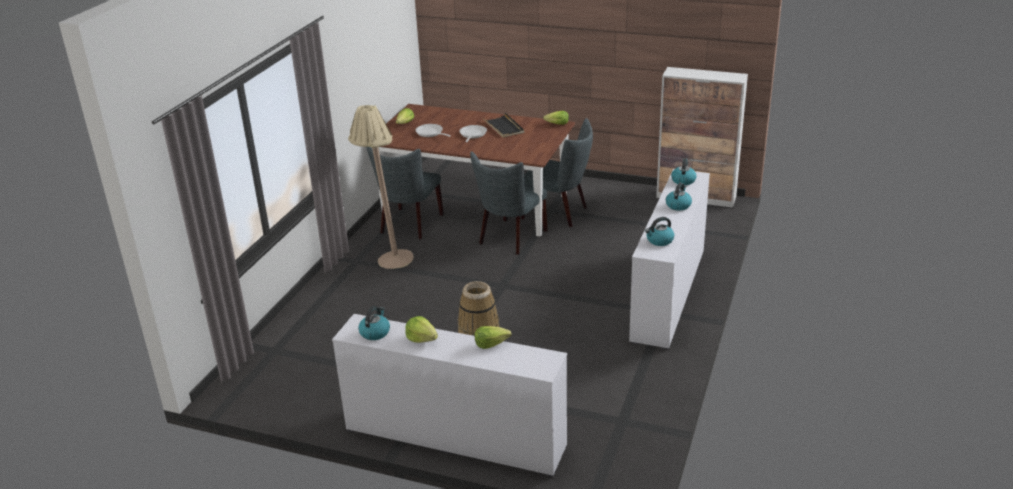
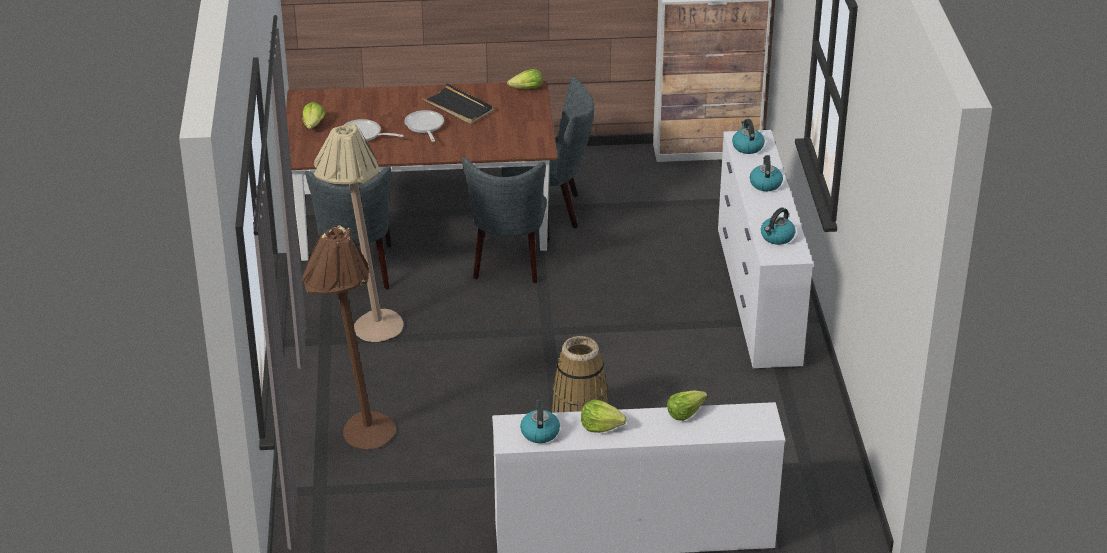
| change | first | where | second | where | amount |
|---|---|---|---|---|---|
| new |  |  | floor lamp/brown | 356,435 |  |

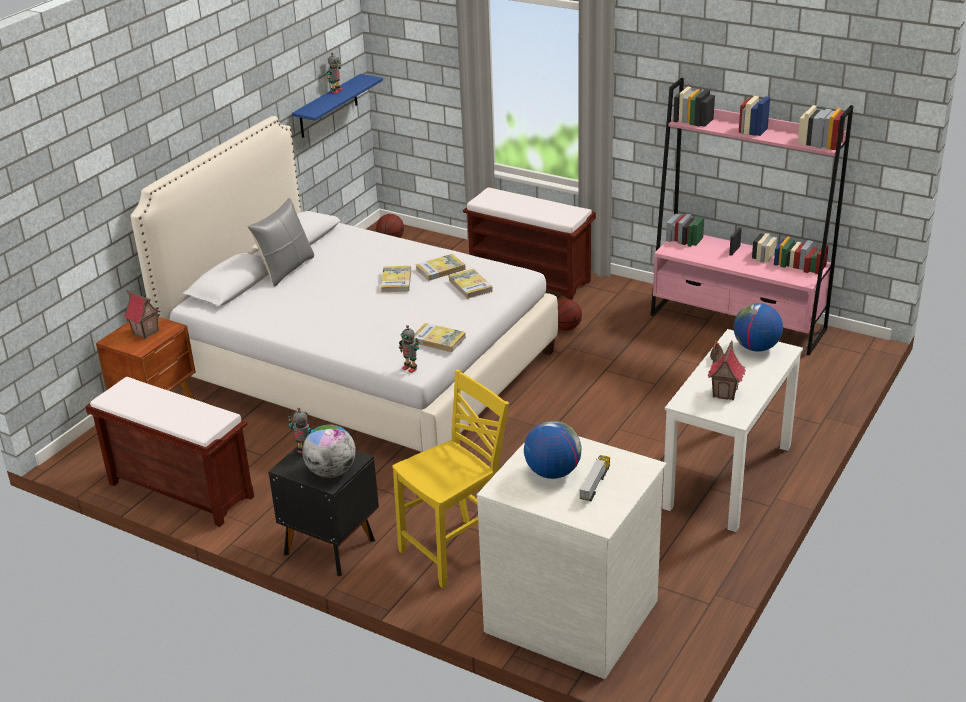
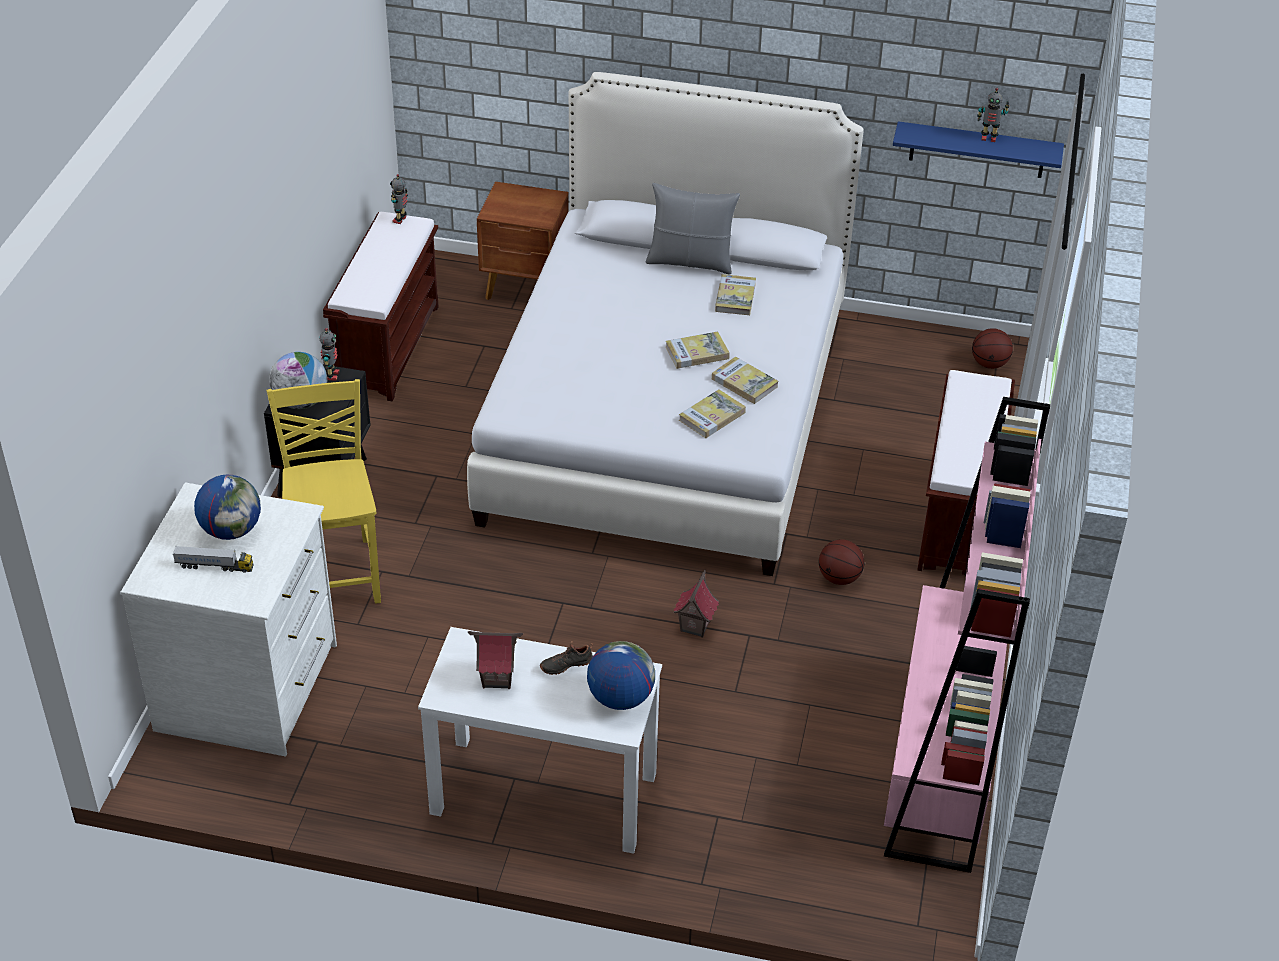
| change | first | where | second | where | amount |
|---|---|---|---|---|---|
| shifted | toy house | 145,332 |  | 694,626 |  |
| rotated | chair/yellow | 456,551 |  | 336,573 | 135 degrees counterclockwise |
| shifted | toy robot | 410,368 |  | 400,220 |  |
| shifted | book | 438,340 |  | 735,297 |  |

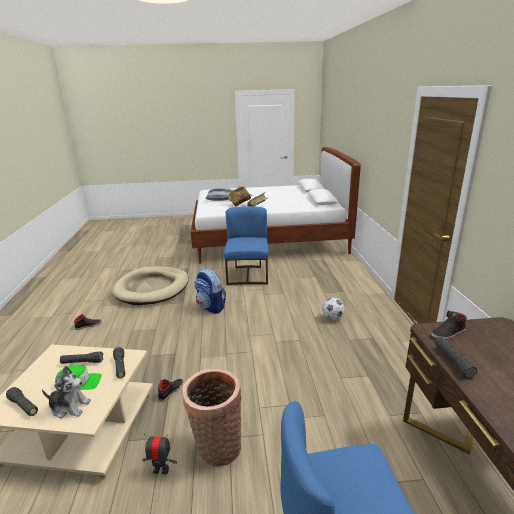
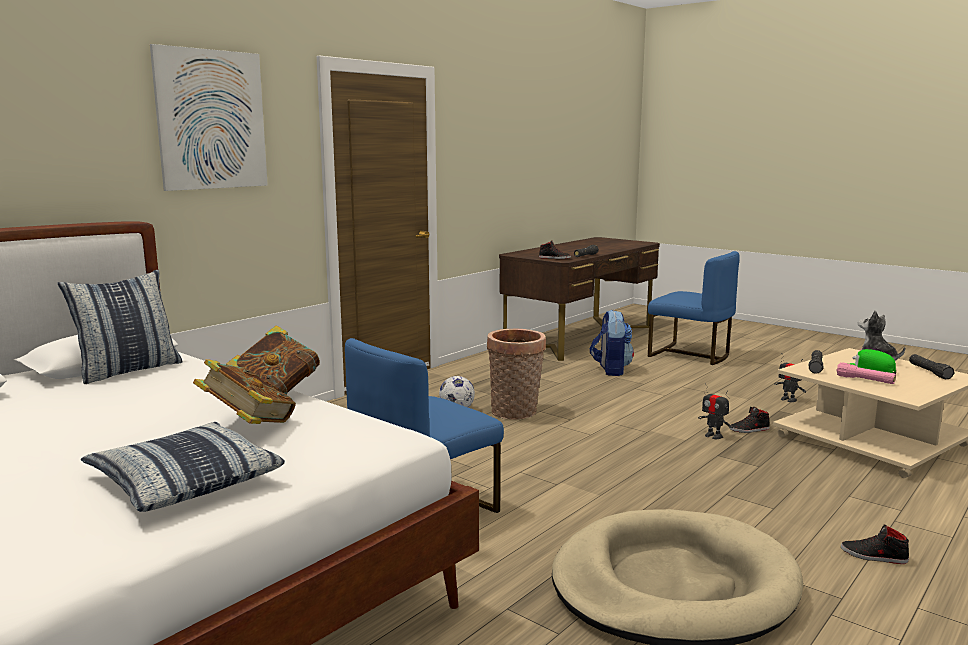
| change | first | where | second | where | amount |
|---|---|---|---|---|---|
| repainted | flashlight/black | 82,362 | flashlight/pink | 865,380 |  |
| shifted | basket | 216,447 |  | 515,413 |  |
| shifted | backpack | 211,307 |  | 611,370 |  |
| new |  |  | pillow | 128,370 |  |
| new |  |  | picture | 211,120 |  |
| new |  |  | toy robot | 713,436 |  |

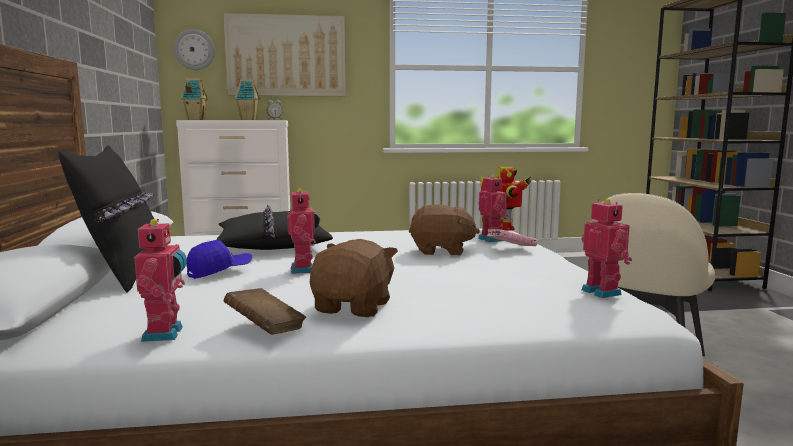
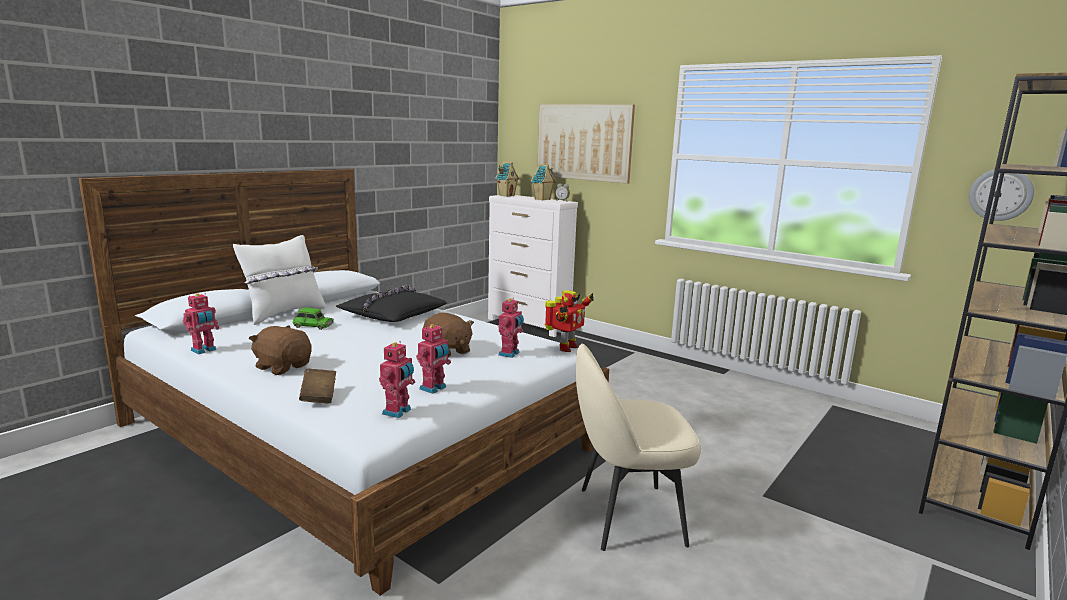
| change | first | where | second | where | amount |
|---|---|---|---|---|---|
| repainted | pillow/black | 125,274 | pillow/white | 284,314 |  |
| shifted | wall clock | 194,50 |  | 1000,194 |  |
| swapped | cap/blue | 219,272 | toy car/green | 313,325 |  |
| shifted | book/brown | 266,328 |  | 319,396 |  |
| shifted | toy robot | 304,269 |  | 434,388 |  |
| rotated | plush toy/brown | 354,307 |  | 283,367 | 120 degrees counterclockwise |
| gone | book/pink | 511,249 |  |  |  |

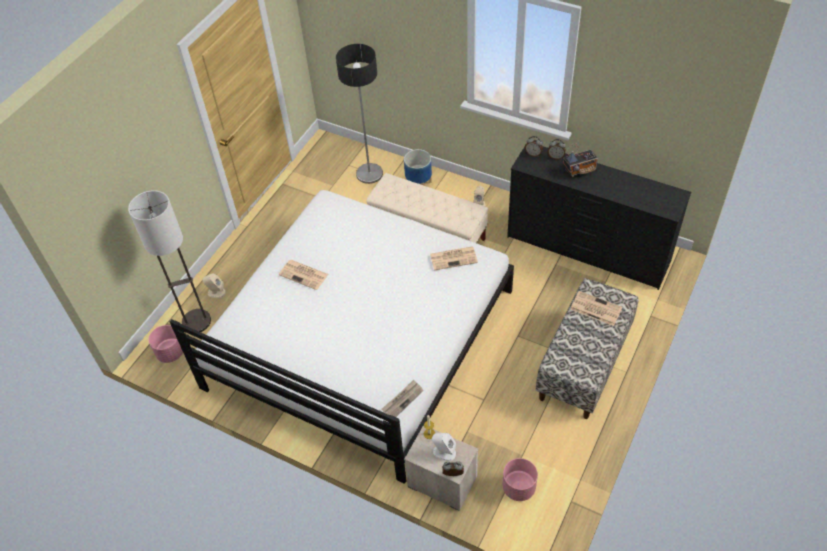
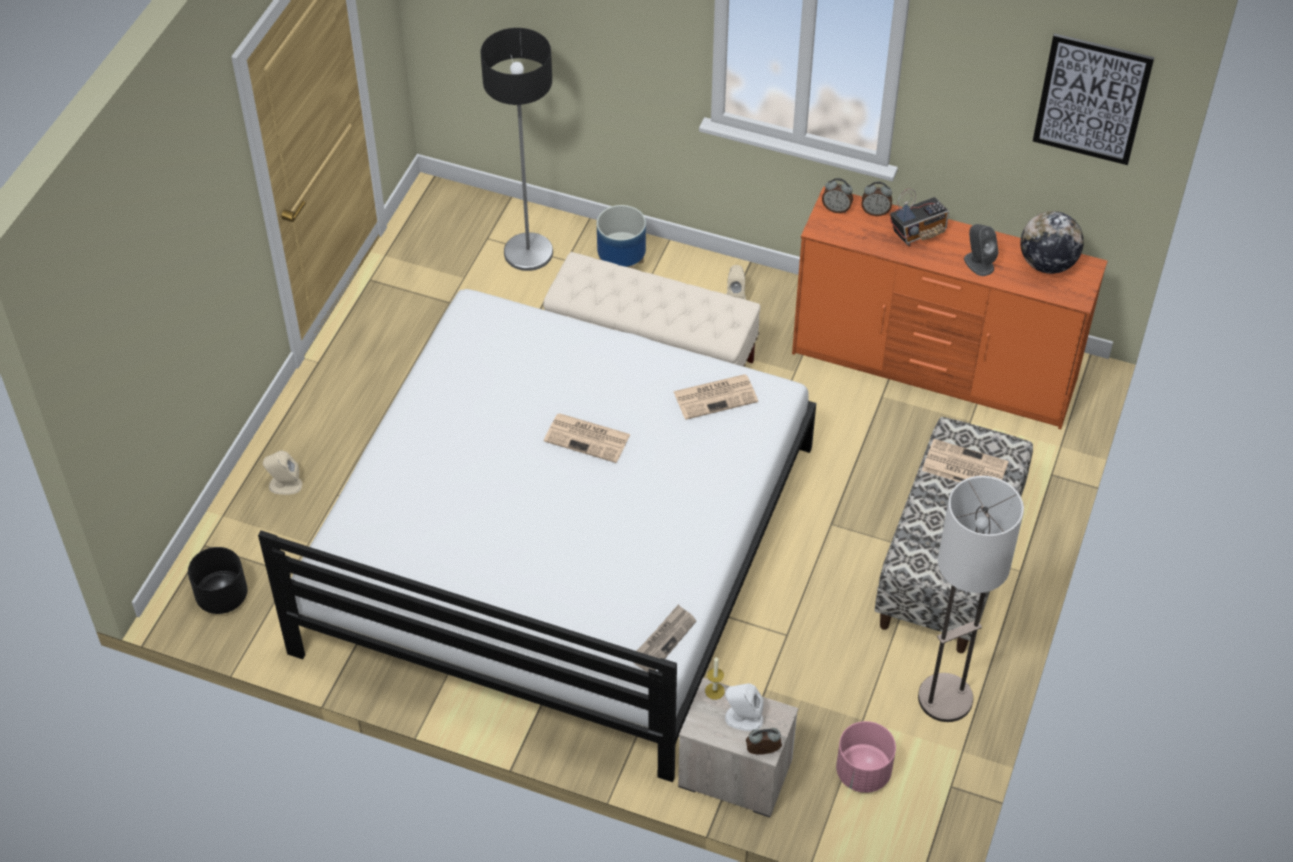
| change | first | where | second | where | amount |
|---|---|---|---|---|---|
| shifted | floor lamp | 196,322 |  | 945,699 |  |
| repainted | planter/pink | 170,353 | planter/black | 222,597 |  |
| shifted | newspaper | 304,275 |  | 588,438 |  |
| repainted | dresser/black | 588,250 | dresser/orange | 934,368 |  |
| new |  |  | speaker/grey | 978,263 |  |
| new |  |  | globe | 1047,264 |  |
| new |  |  | picture | 1092,99 |  |

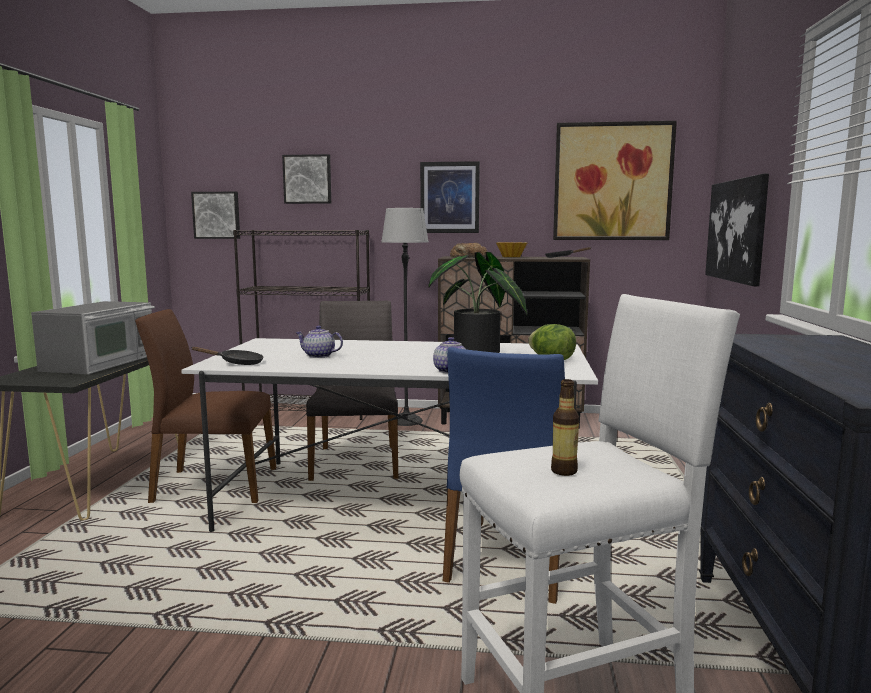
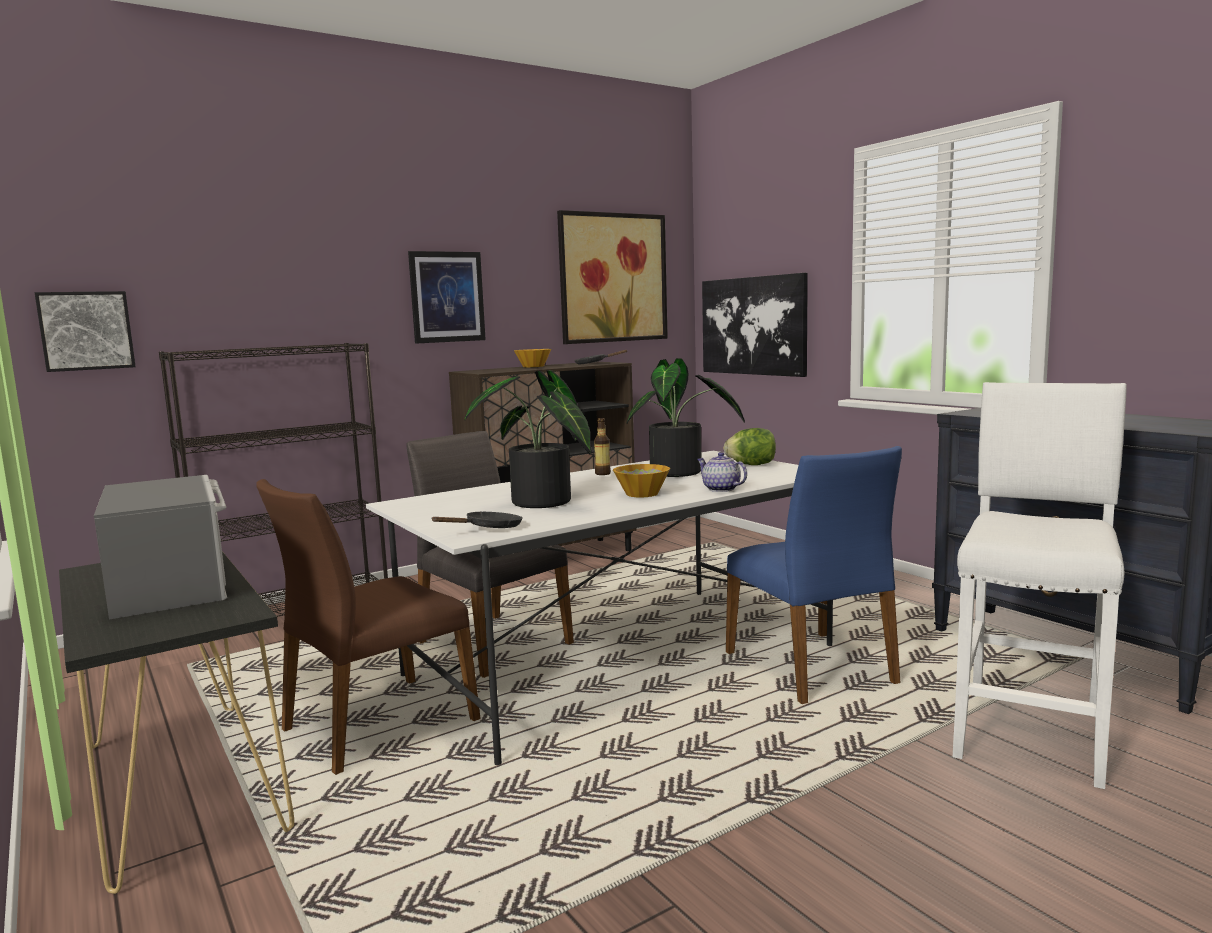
| change | first | where | second | where | amount |
|---|---|---|---|---|---|
| gone | picture | 307,179 |  |  |  |
| swapped | teapot | 318,356 | potted plant | 542,504 |  |
| gone | floor lamp | 406,421 |  |  |  |
| gone | bread | 468,257 |  |  |  |
| shifted | bottle | 564,471 |  | 602,473 |  |
| new |  |  | bowl | 642,494 |  |

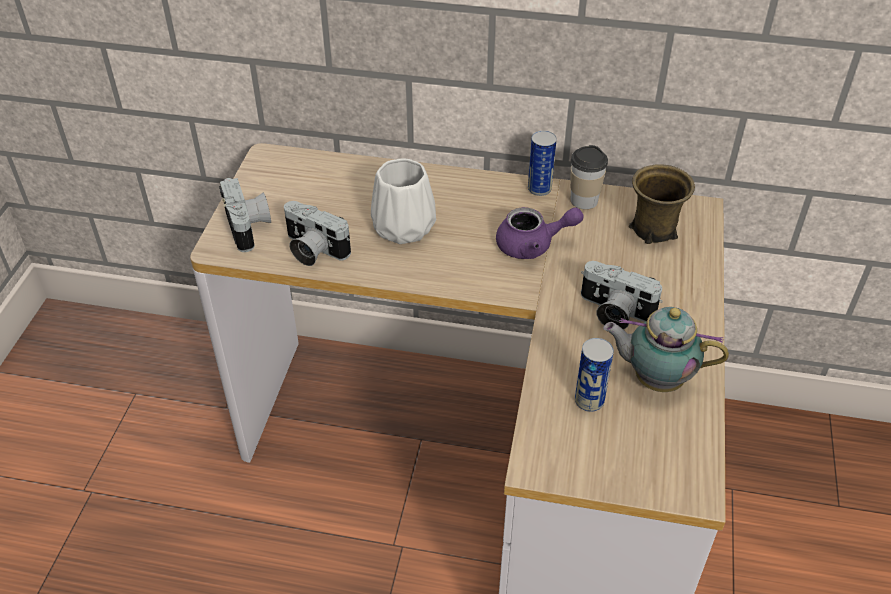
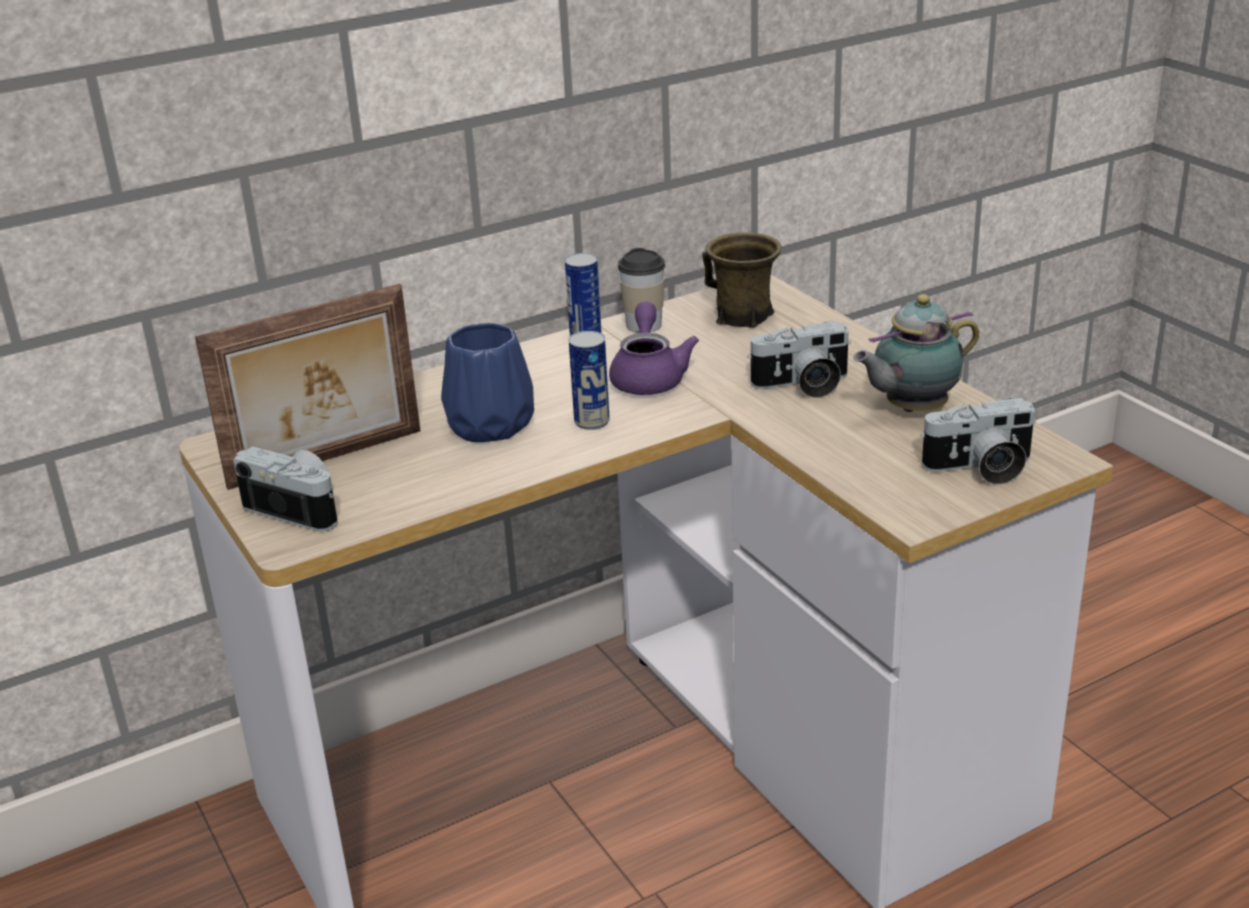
| change | first | where | second | where | amount |
|---|---|---|---|---|---|
| shifted | photo camera | 312,250 |  | 980,469 |  |
| repainted | vase/white | 402,229 | vase/blue | 491,426 |  |
| rotated | teapot/purple | 533,245 |  | 649,377 | 45 degrees counterclockwise |
| shifted | can | 589,401 |  | 592,422 |  |
| new |  |  | picture frame | 327,460 |  |

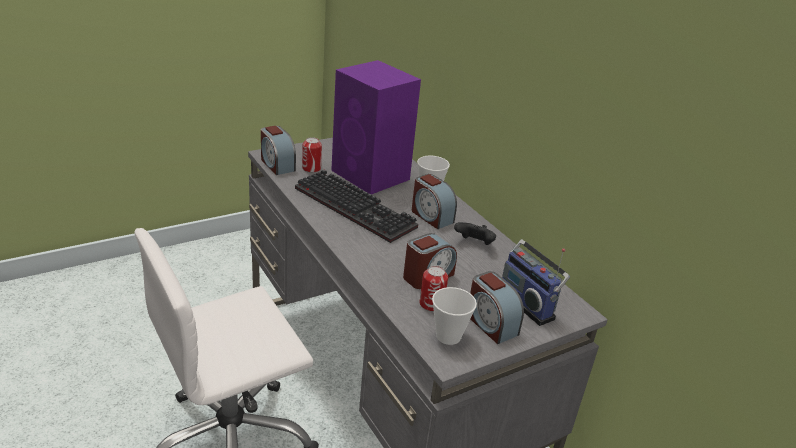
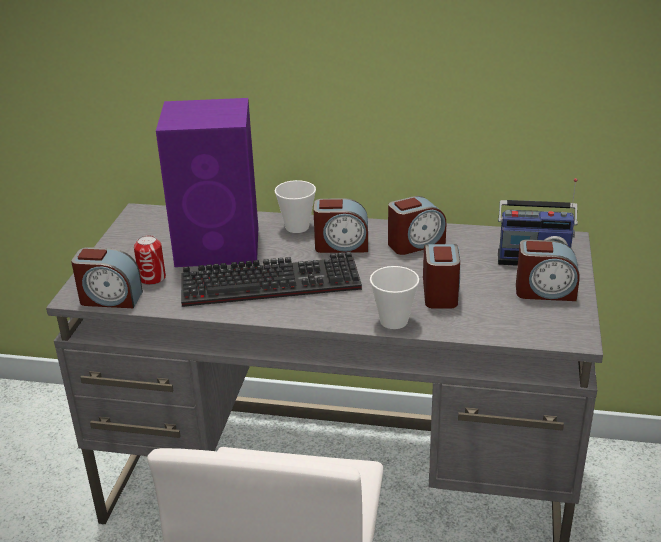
| change | first | where | second | where | amount |
|---|---|---|---|---|---|
| gone | can | 431,304 |  |  |  |
| shifted | cup | 448,336 |  | 393,321 |  |
| swapped | game controller/black | 474,244 | alarm clock | 415,243 |  |

